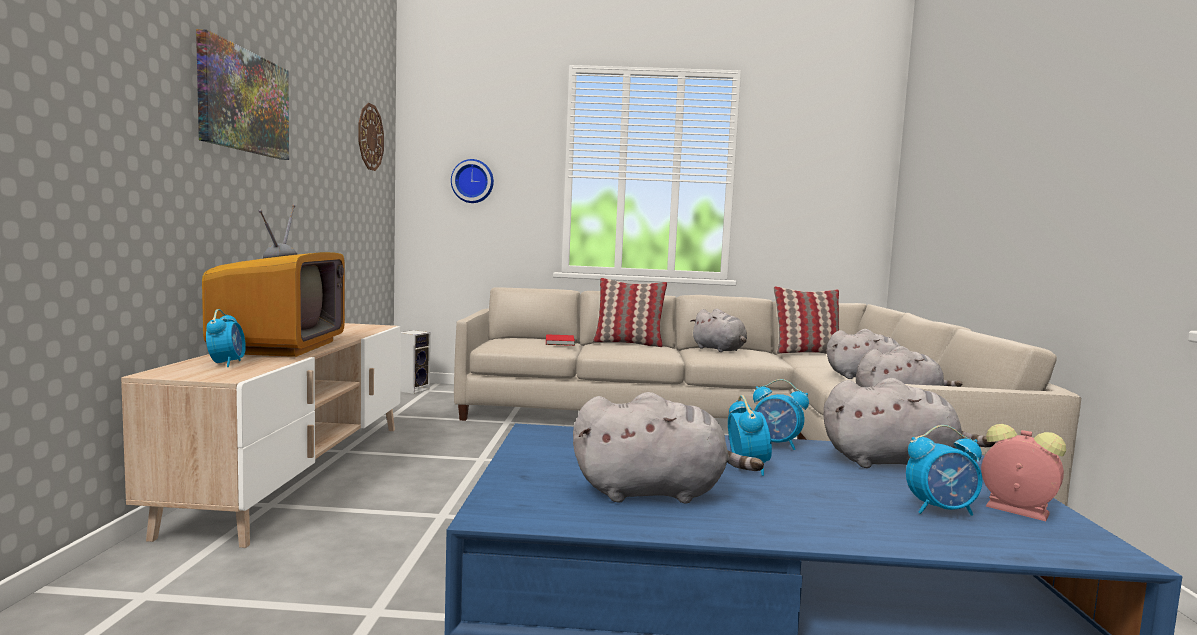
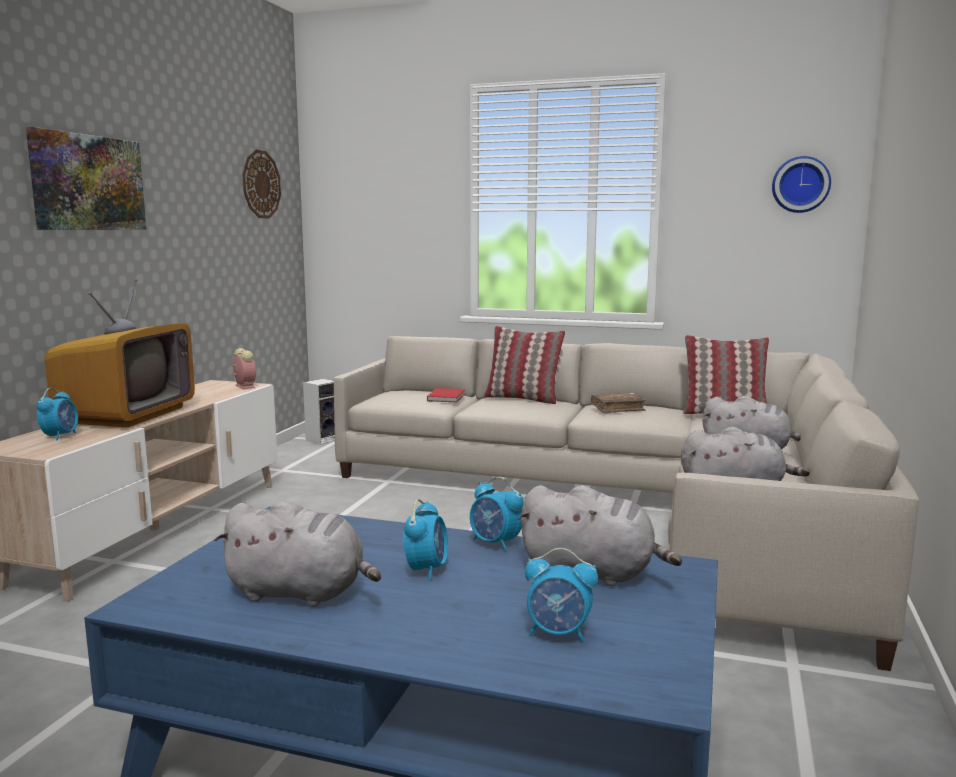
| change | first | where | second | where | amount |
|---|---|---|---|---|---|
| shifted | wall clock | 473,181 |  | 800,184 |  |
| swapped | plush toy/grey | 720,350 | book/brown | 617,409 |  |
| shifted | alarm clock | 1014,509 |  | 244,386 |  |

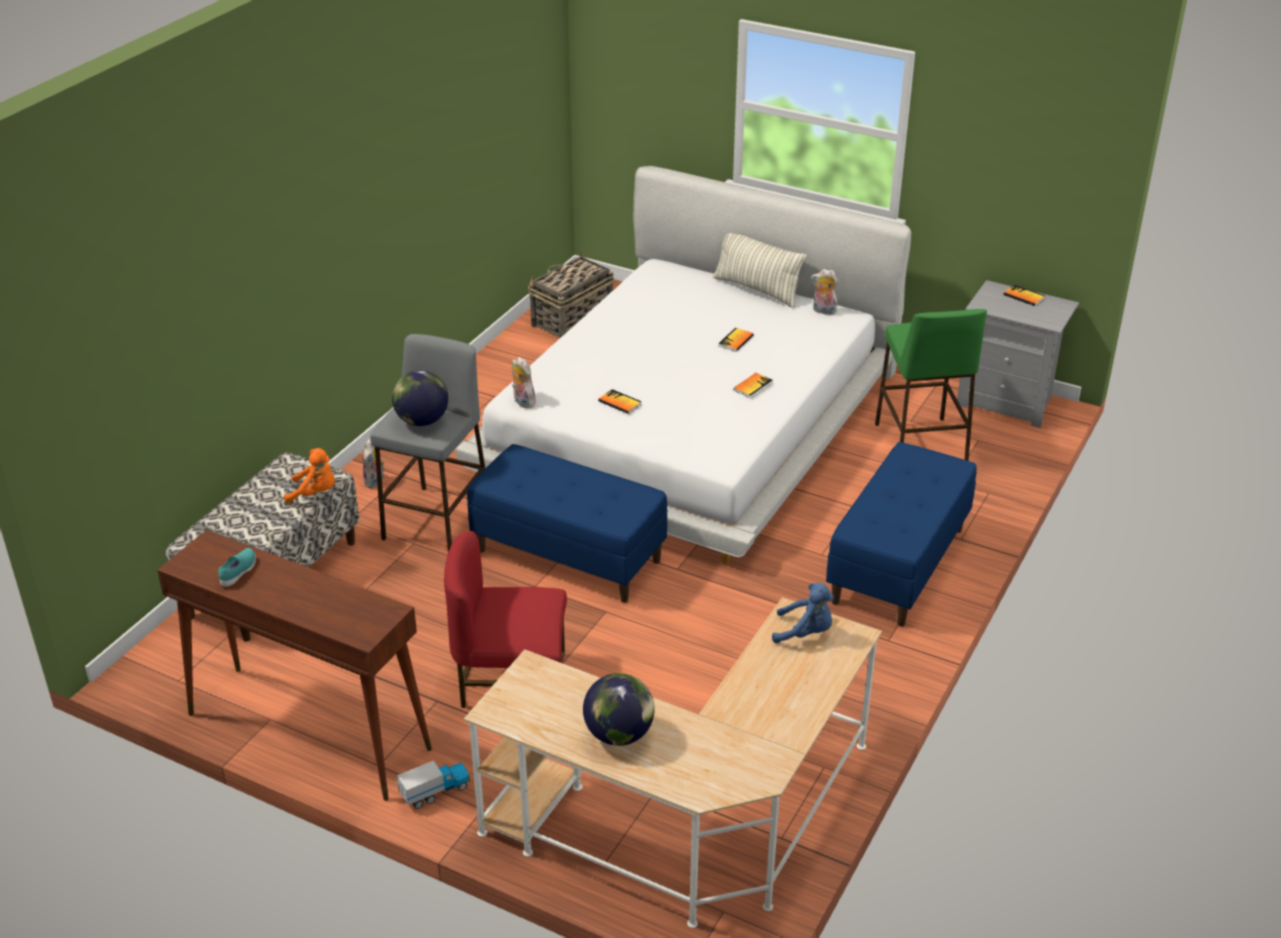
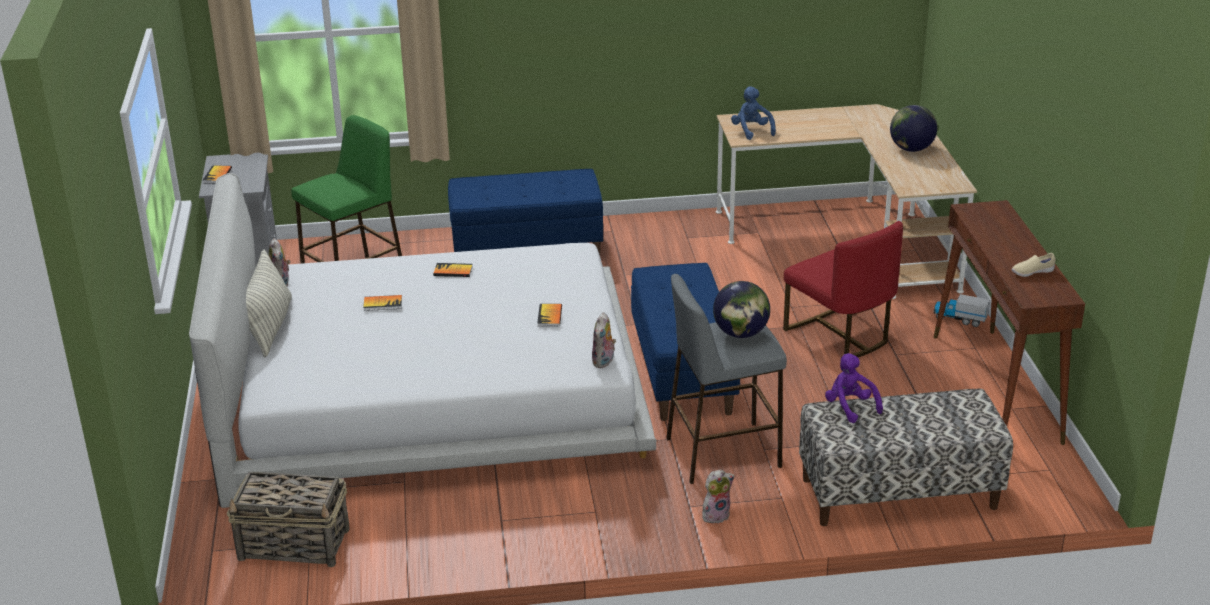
| change | first | where | second | where | amount |
|---|---|---|---|---|---|
| repainted | shoe/turquoise | 239,572 | shoe/beige | 1032,272 |  |
| repainted | plush toy/orange | 315,493 | plush toy/purple | 850,407 |  |

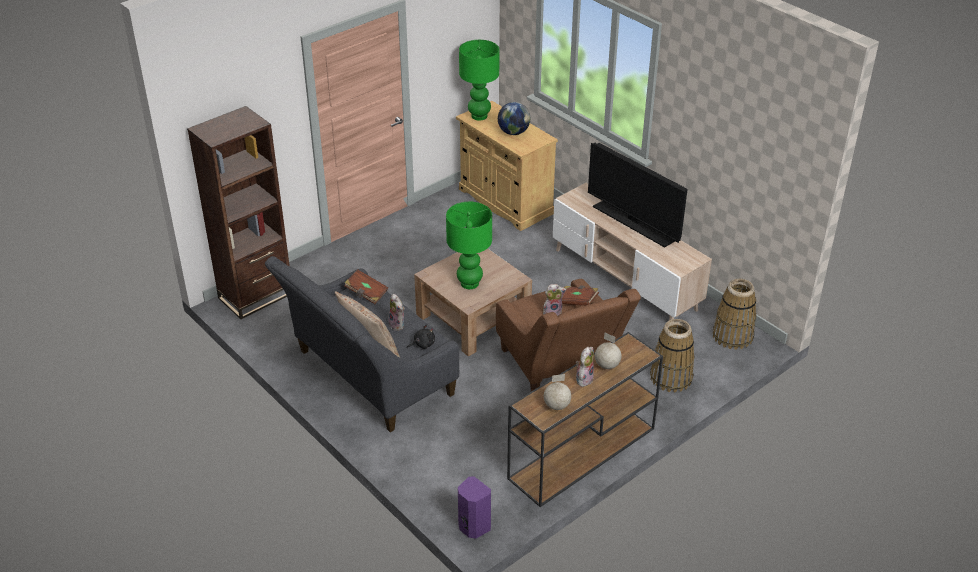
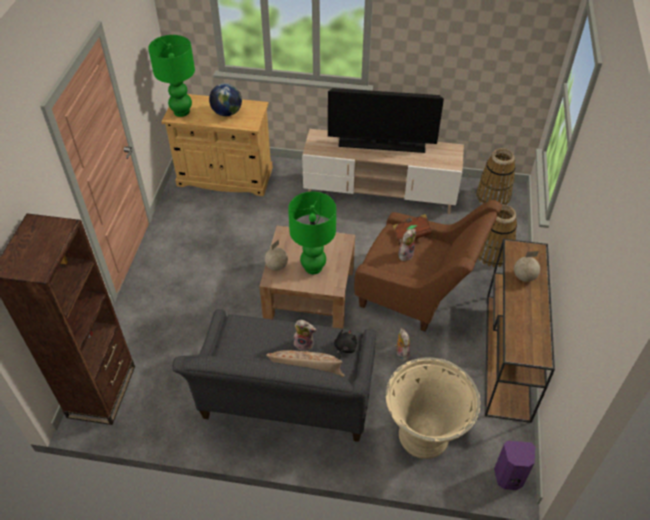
| change | first | where | second | where | amount |
|---|---|---|---|---|---|
| gone | book/brown | 366,293 |  |  |  |
| shifted | globe | 557,406 |  | 277,266 |  |
| shifted | plush toy | 583,378 |  | 401,353 |  |
| new |  |  | planter/beige | 424,437 |  |

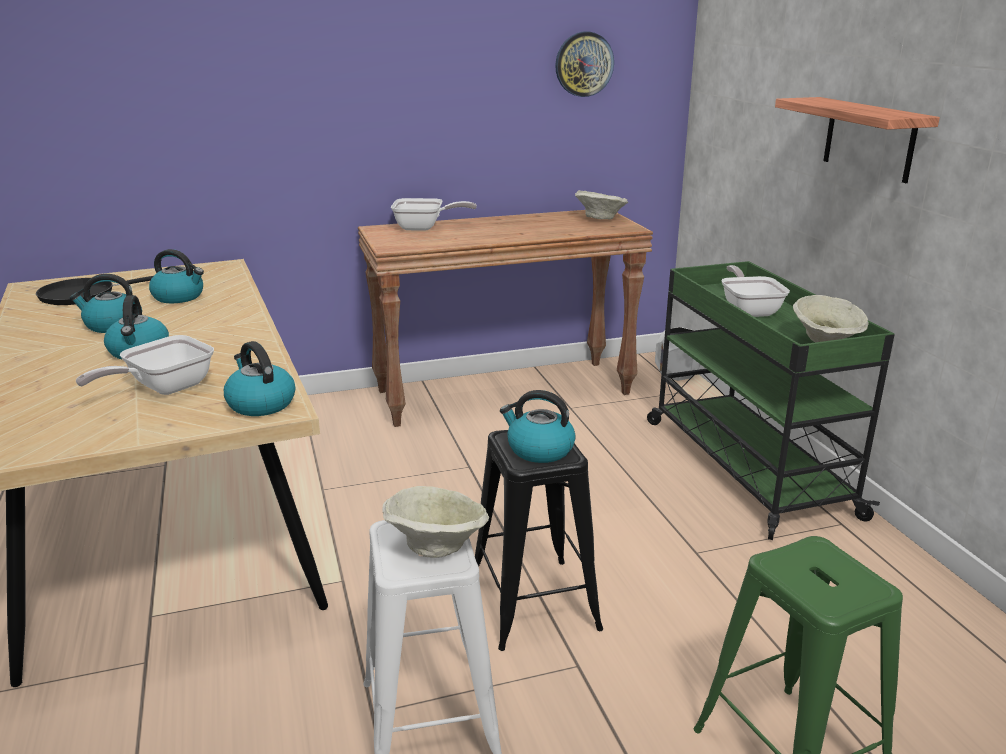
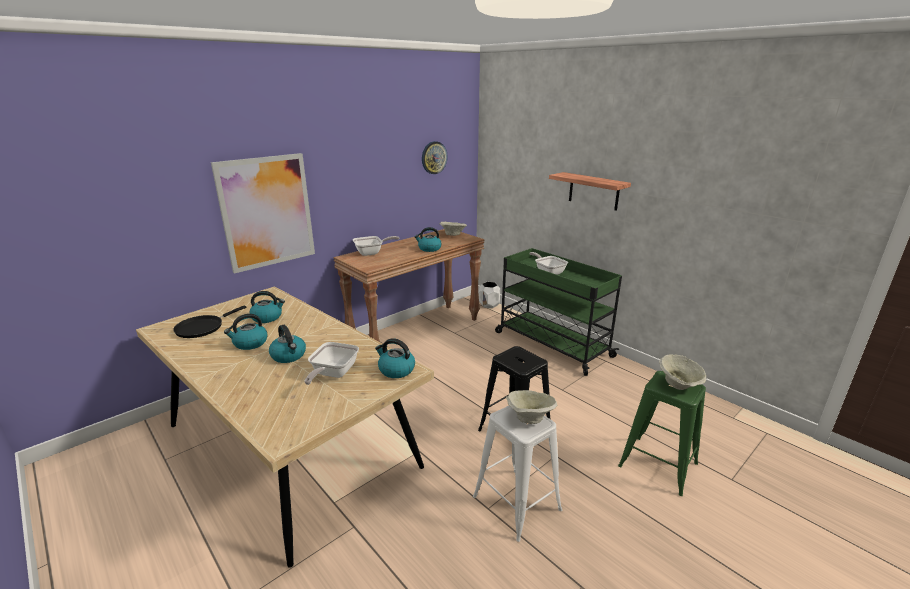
| change | first | where | second | where | amount |
|---|---|---|---|---|---|
| shifted | kettle | 539,449 |  | 429,249 |  |
| shifted | bowl/beige | 826,341 |  | 678,385 |  |
| new |  |  | picture | 267,212 |  |

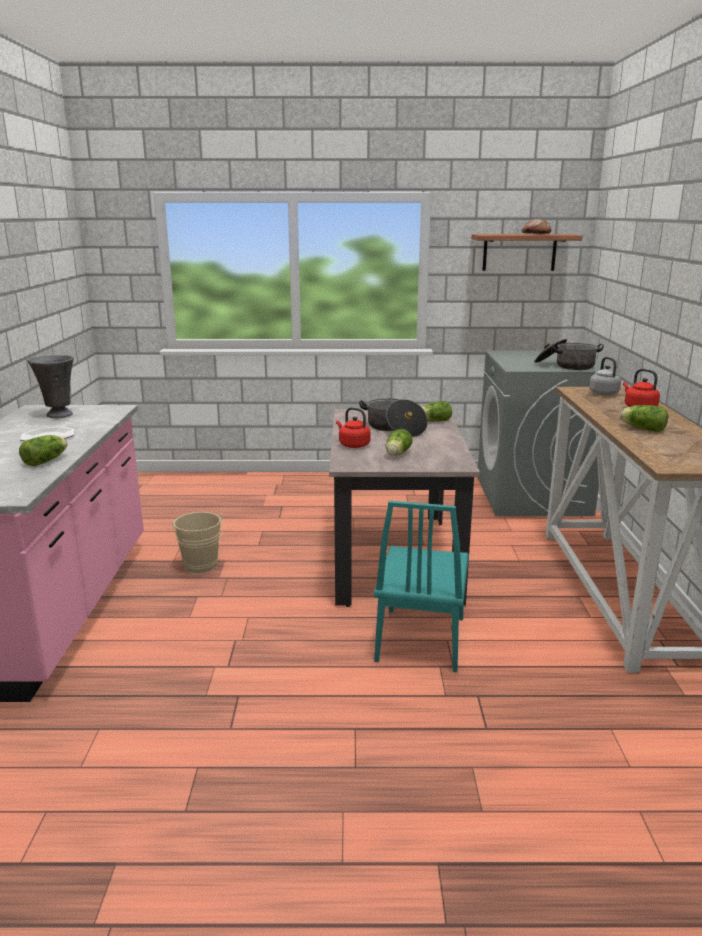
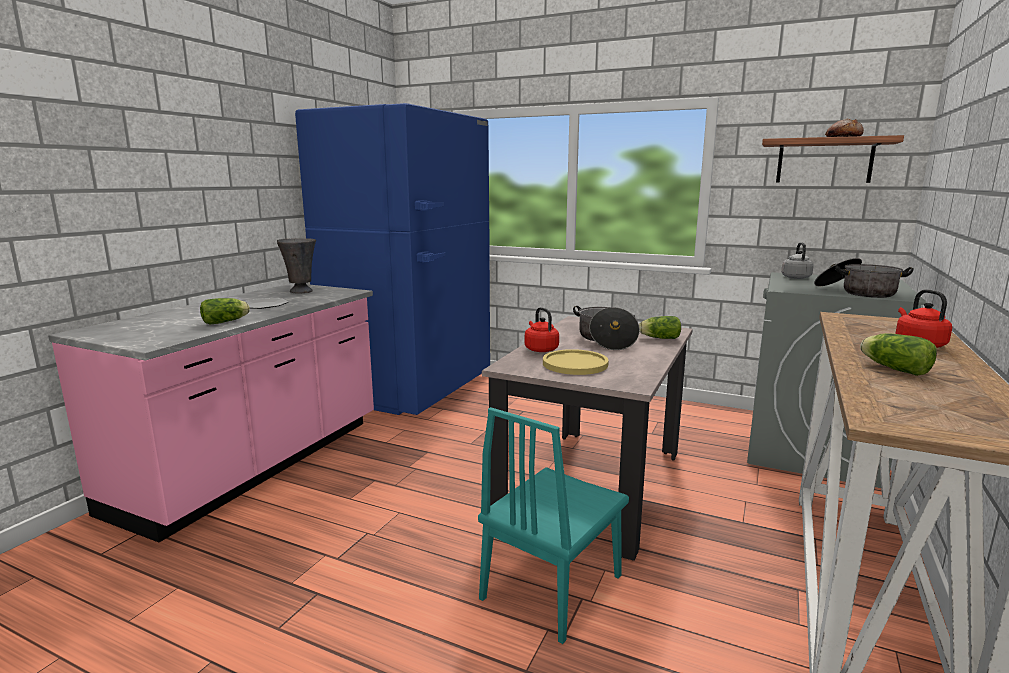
| change | first | where | second | where | amount |
|---|---|---|---|---|---|
| gone | bucket/beige | 201,567 |  |  |  |
| swapped | lettuce | 397,454 | plate/yellow | 575,364 |  |
| shifted | kettle/grey | 602,393 |  | 795,277 |  |
| new |  |  | fridge/blue | 412,388 |  |

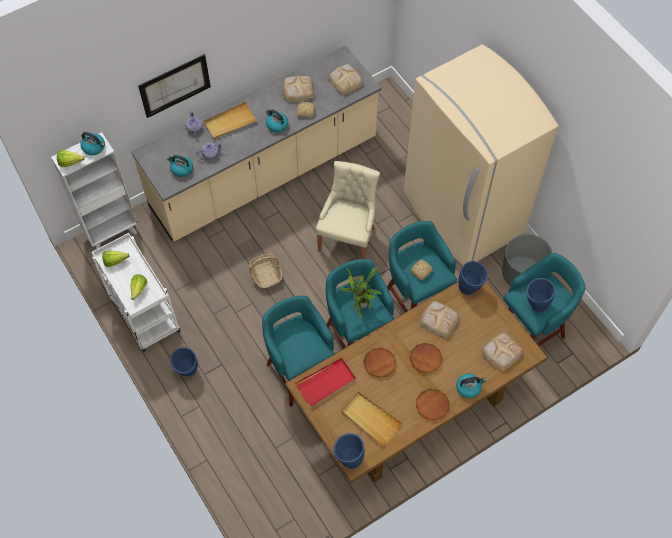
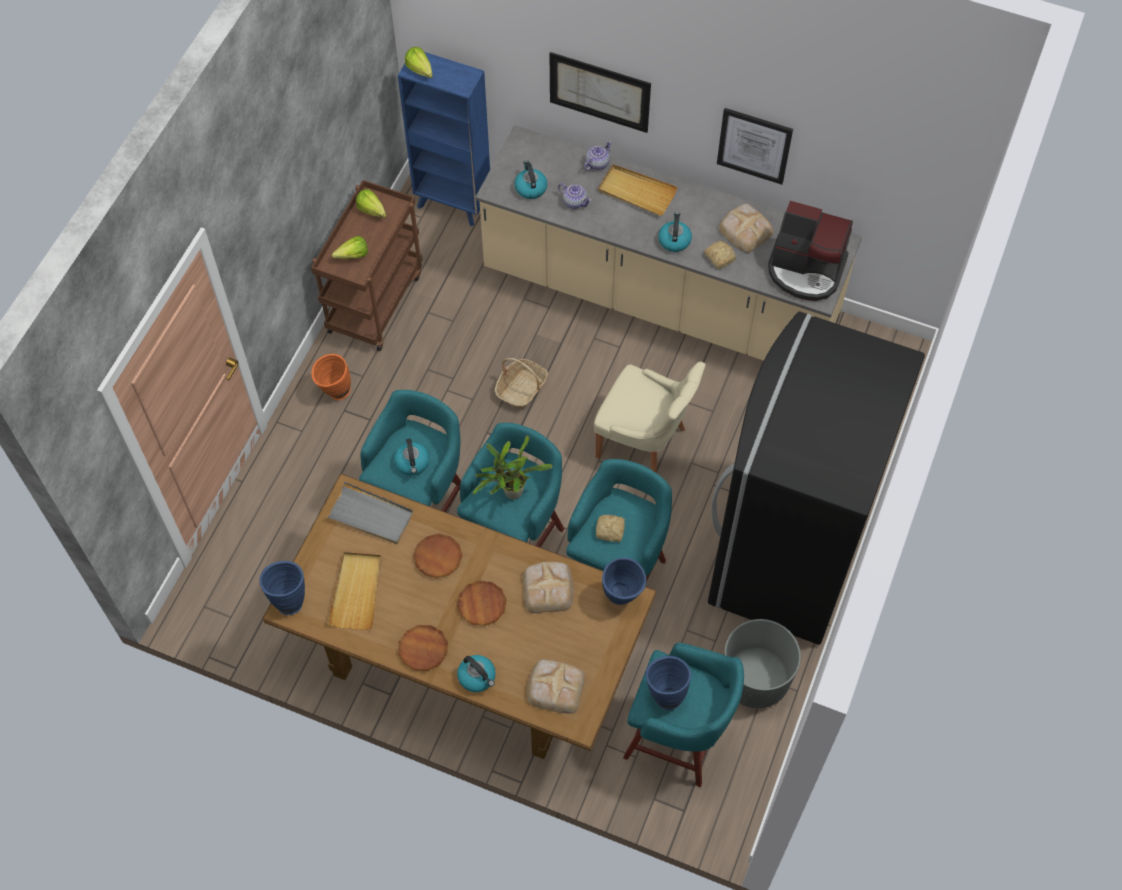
| change | first | where | second | where | amount |
|---|---|---|---|---|---|
| repainted | bookcase/white | 113,233 | bookcase/blue | 453,204 |  |
| shifted | kettle | 94,147 |  | 412,463 |  |
| repainted | cart/white | 143,314 | cart/brown | 375,301 |  |
| repainted | vase/blue | 187,372 | vase/orange | 334,392 |  |
| repainted | tray/red | 326,383 | tray/grey | 371,515 |  |
| rotated | chair/beige | 348,237 |  | 644,443 | 45 degrees clockwise |
| swapped | bread | 345,81 | coffee machine | 806,270 |  |
| repainted | fridge/beige | 461,214 | fridge/black | 787,552 |  |
| new |  |  | picture | 754,145 |  |

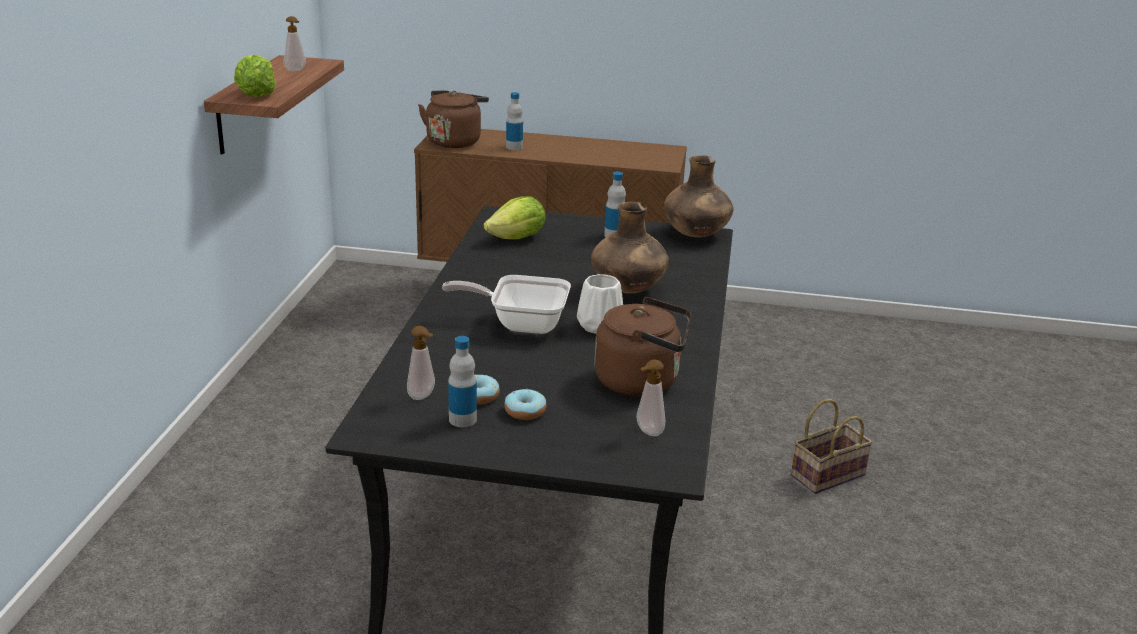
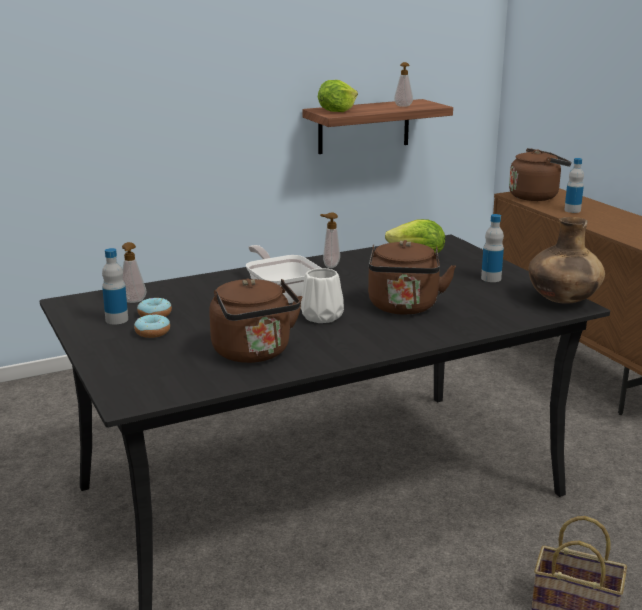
| change | first | where | second | where | amount |
|---|---|---|---|---|---|
| swapped | vase/brown | 628,289 | kettle/brown | 403,308 |  |
| shifted | soap dispenser | 647,432 |  | 329,266 |  |

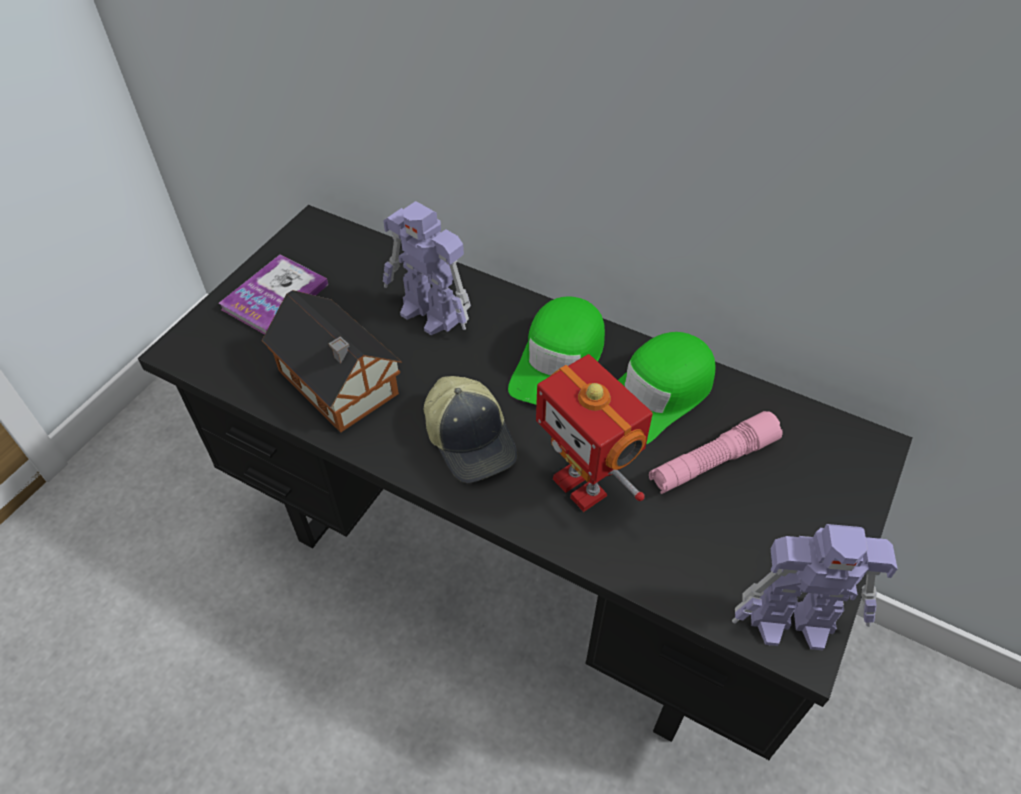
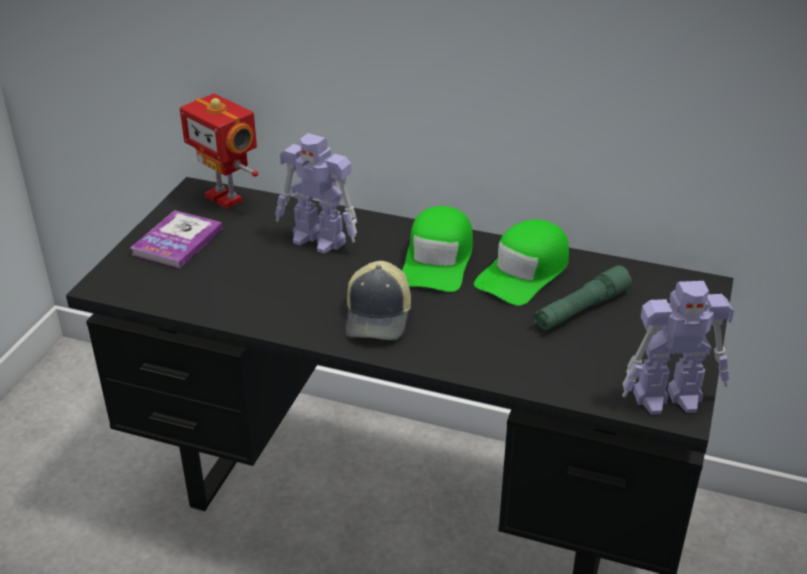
| change | first | where | second | where | amount |
|---|---|---|---|---|---|
| gone | toy house | 340,386 |  |  |  |
| rotated | cap | 471,439 |  | 379,317 | 45 degrees clockwise |
| shifted | toy robot | 582,485 |  | 226,197 |  |
| repainted | flashlight/pink | 712,462 | flashlight/green | 580,309 |  |

